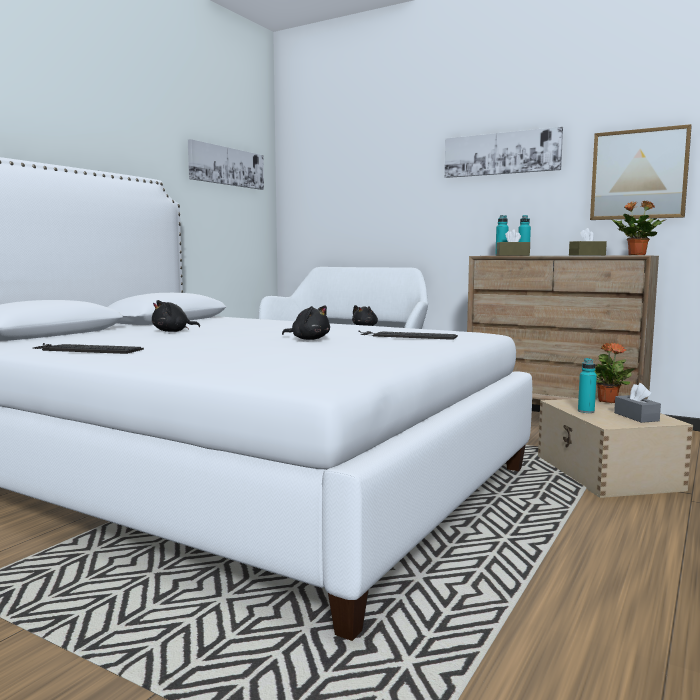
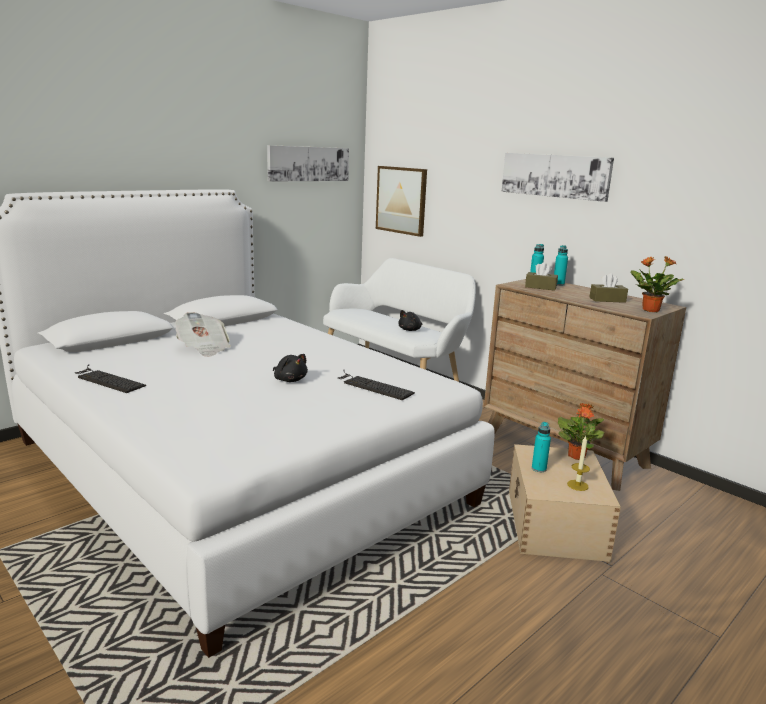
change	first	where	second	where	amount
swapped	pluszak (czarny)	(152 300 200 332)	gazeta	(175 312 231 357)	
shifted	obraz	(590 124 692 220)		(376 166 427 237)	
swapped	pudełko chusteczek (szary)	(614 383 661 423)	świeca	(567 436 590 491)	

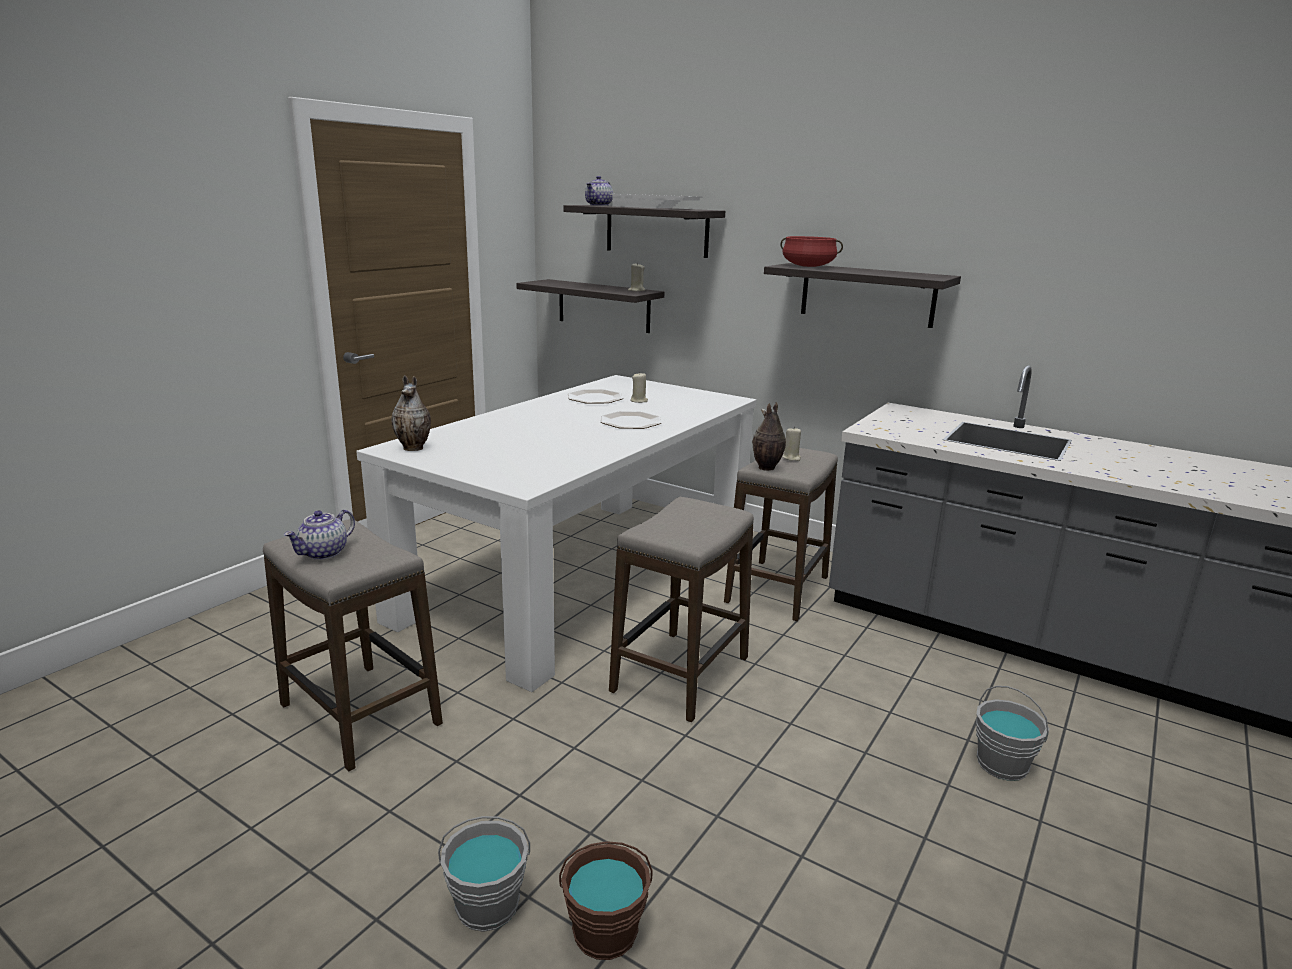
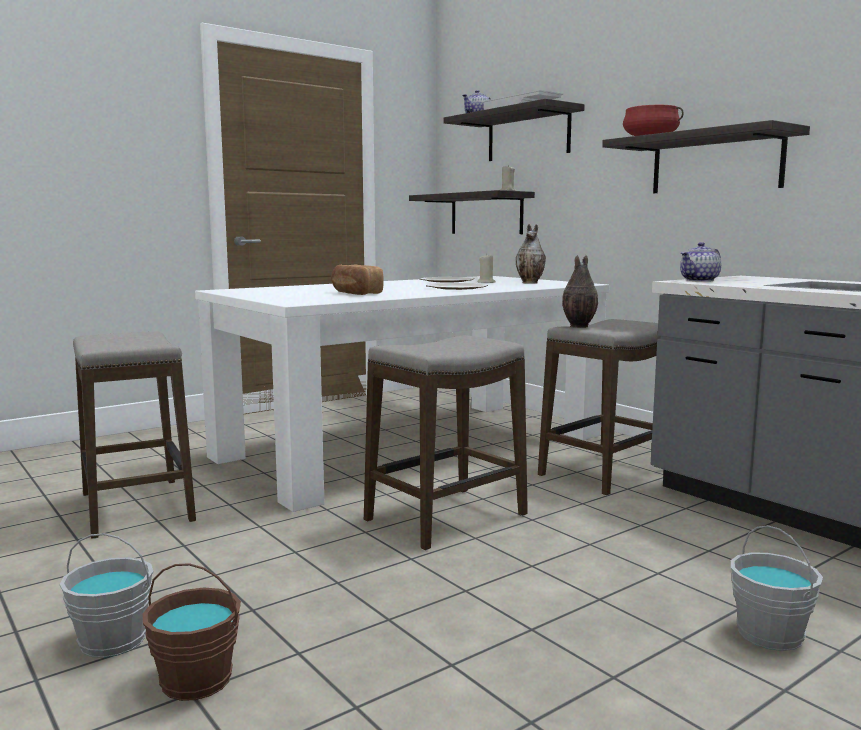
change	first	where	second	where	amount
new			chleb	(331 264 384 295)	
shifted	wazon	(391 375 431 451)		(516 224 546 284)	
shifted	imbryk	(284 509 355 560)		(680 242 721 282)	
gone	świeca (beżowy)	(782 427 801 461)			

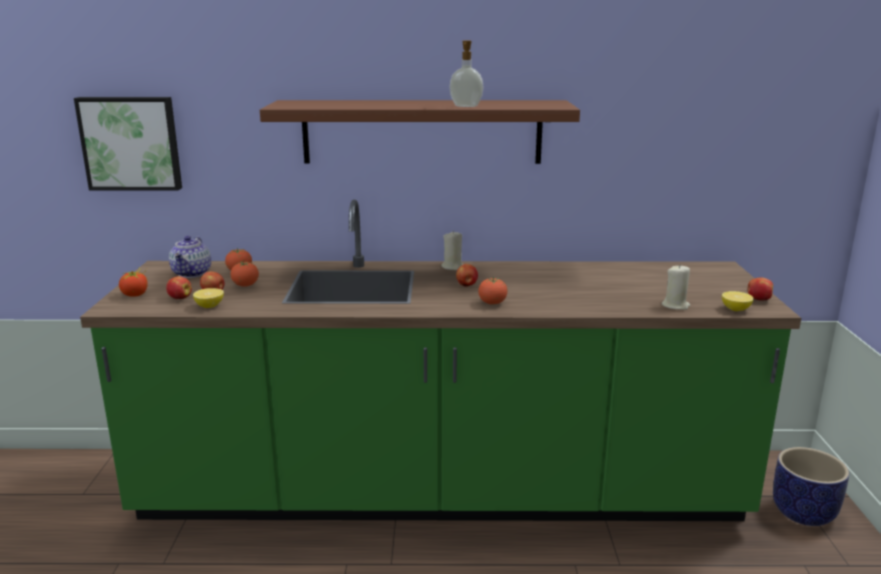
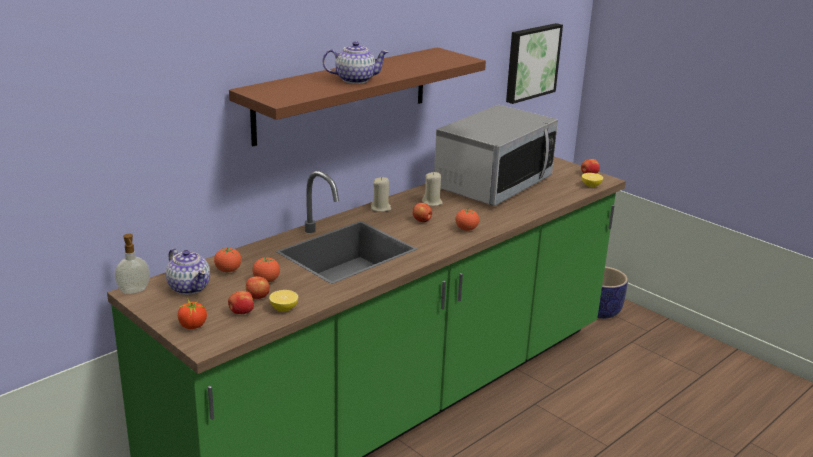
change	first	where	second	where	amount
shifted	dozownik mydła	(449 40 484 107)		(115 234 150 294)	
new			imbryk	(322 41 389 84)	
shifted	świeca (beżowy)	(662 264 690 310)		(422 172 443 206)	
new			mikrofalówka	(434 105 558 206)	
shifted	obraz	(74 97 182 190)		(506 23 563 104)	

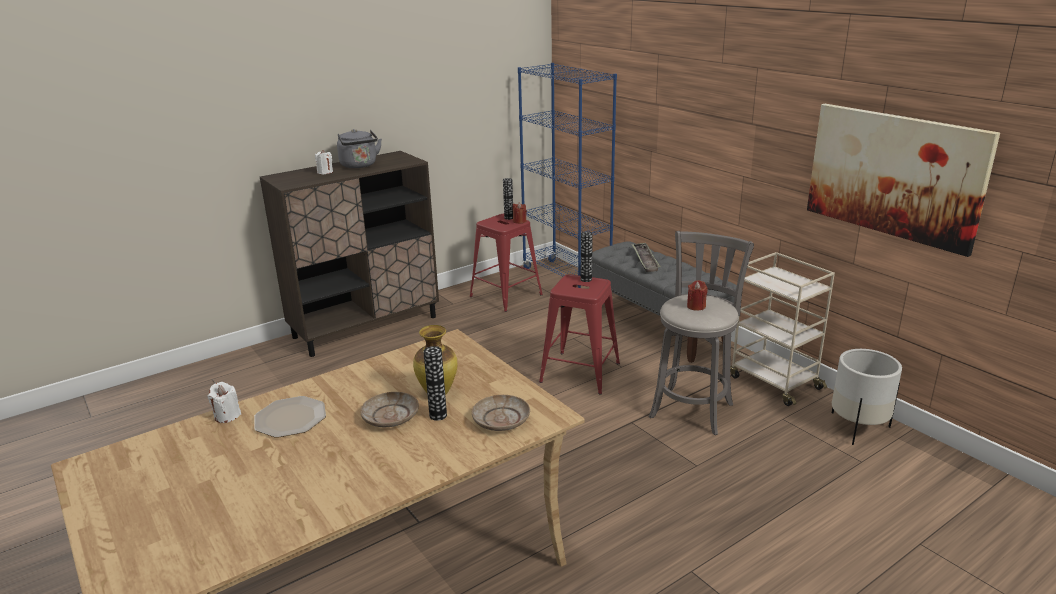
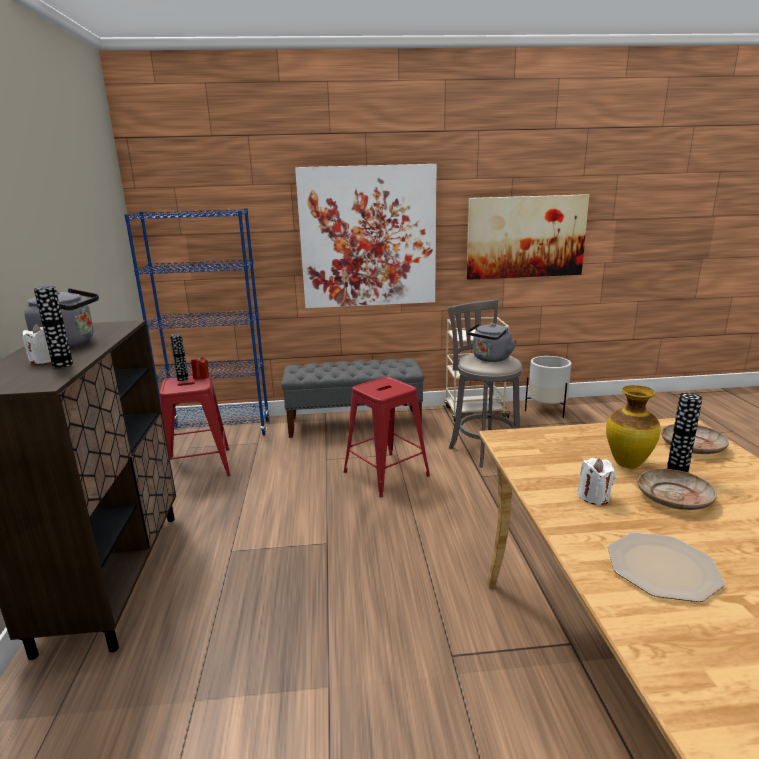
change	first	where	second	where	amount
shifted	wazon	(581 232 593 282)		(34 286 73 368)	
new			obraz	(295 164 437 308)	
swapped	świeca (czerwony)	(687 280 708 311)	czajnik (szary)	(467 323 517 362)	
shifted	świeca (biały)	(208 382 241 423)		(577 458 615 505)	
gone	taca	(631 243 661 272)			

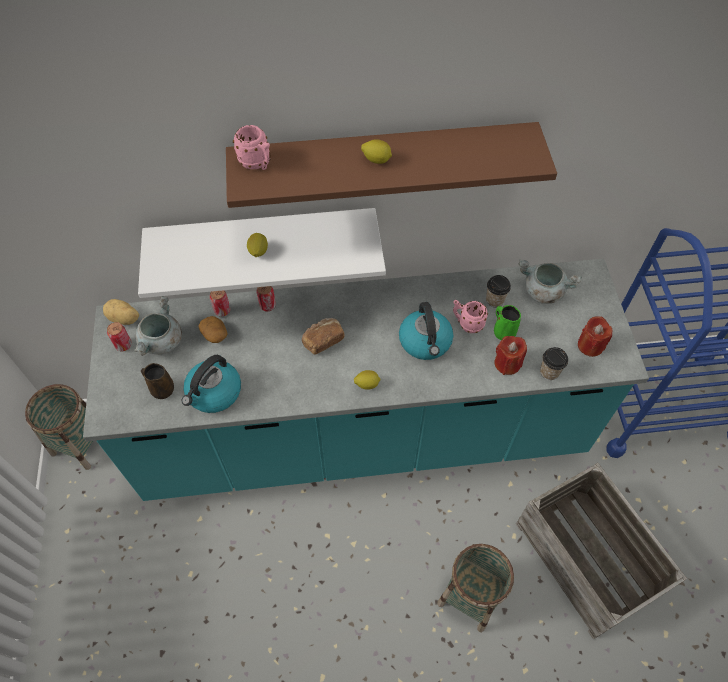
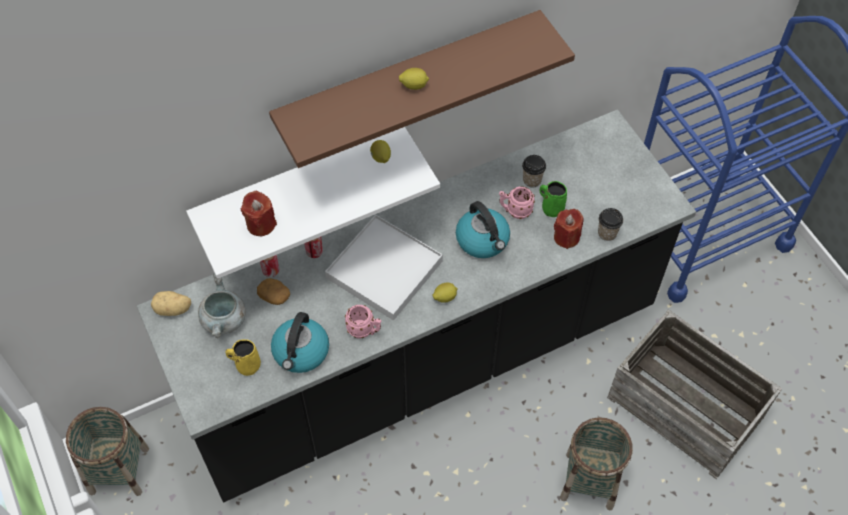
change	first	where	second	where	amount
repainted	zabudowa kuchenna (turkusowy)	(83 259 649 501)	zabudowa kuchenna (czarny)	(137 110 696 502)	
repainted	kubek (brązowy)	(141 363 174 399)	kubek (żółty)	(226 339 261 376)	
shifted	świeca (czerwony)	(578 316 612 357)		(241 190 277 236)	
swapped	chleb	(302 318 344 354)	taca (biały)	(325 215 443 321)	
shifted	kubek (różowy)	(233 125 271 170)		(345 305 381 338)	
shifted	cytryna	(247 233 268 257)		(370 140 391 163)	
gone	puszka	(107 322 132 351)			
gone	garnek (szary)	(518 259 582 304)			

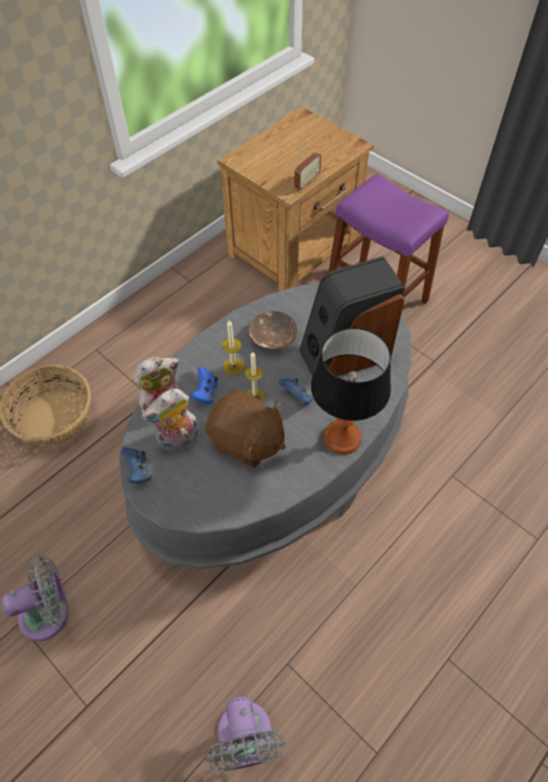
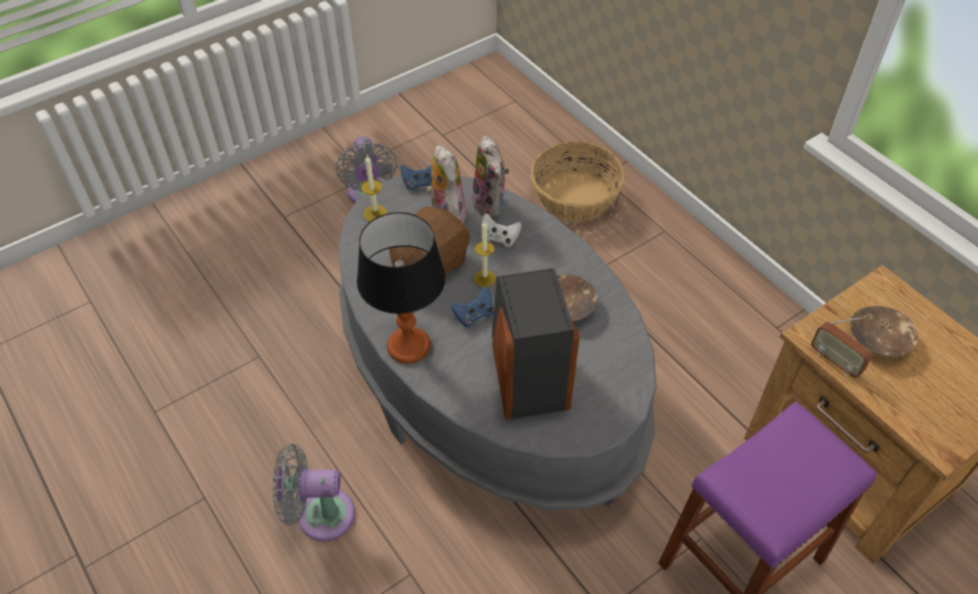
change	first	where	second	where	amount
shifted	wentylator (szary)	(205 696 286 772)		(273 444 355 541)	
shifted	świeca	(222 320 245 375)		(361 155 387 222)	
repainted	pad do gier (niebieski)	(190 367 218 404)	pad do gier (biały)	(481 213 522 247)	
new			miska (brązowy)	(851 306 918 357)	

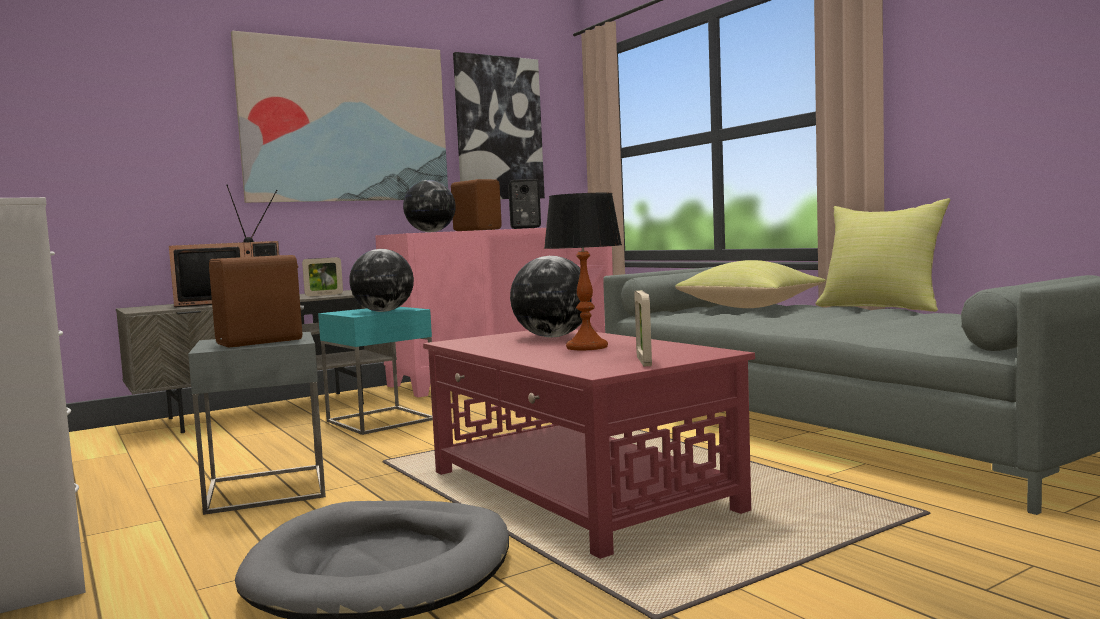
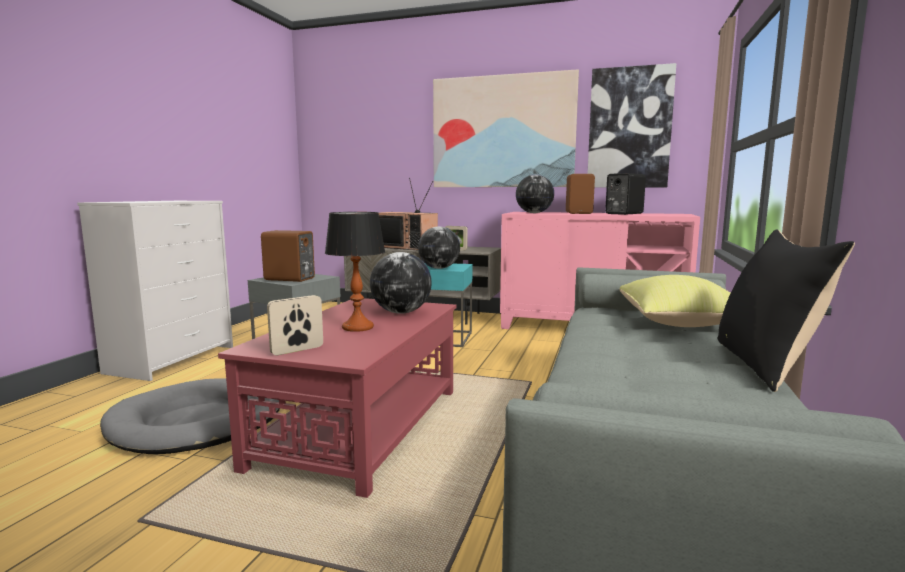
change	first	where	second	where	amount
repainted	poduszka (żółty)	(816 198 950 312)	poduszka (czarny)	(718 229 855 392)	

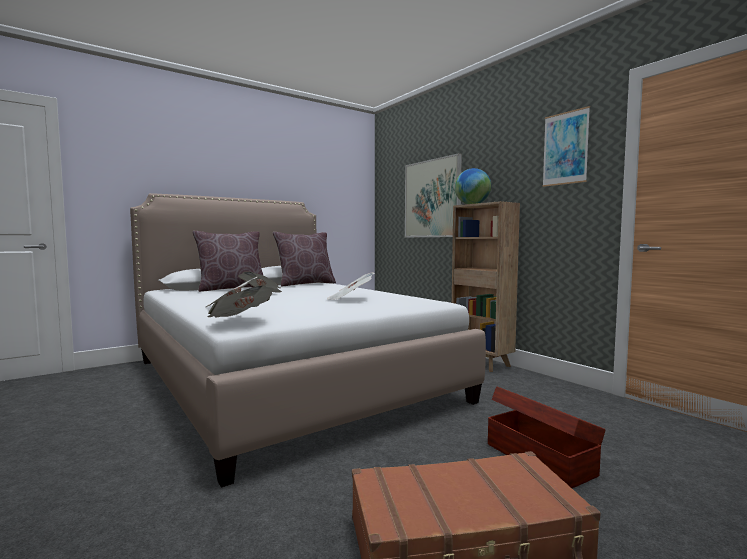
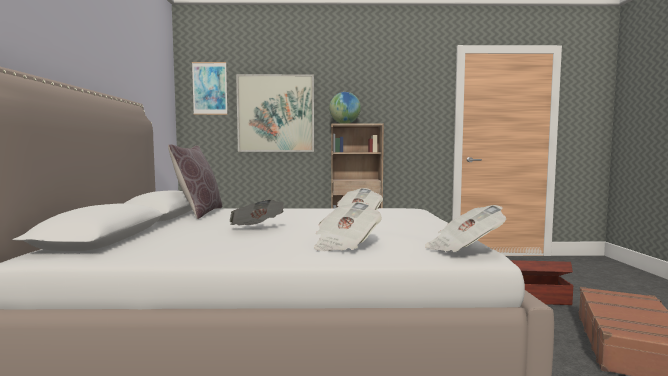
change	first	where	second	where	amount
shifted	obraz	(542 106 590 187)		(192 62 228 115)	
gone	poduszka (brązowy)	(192 231 263 292)			

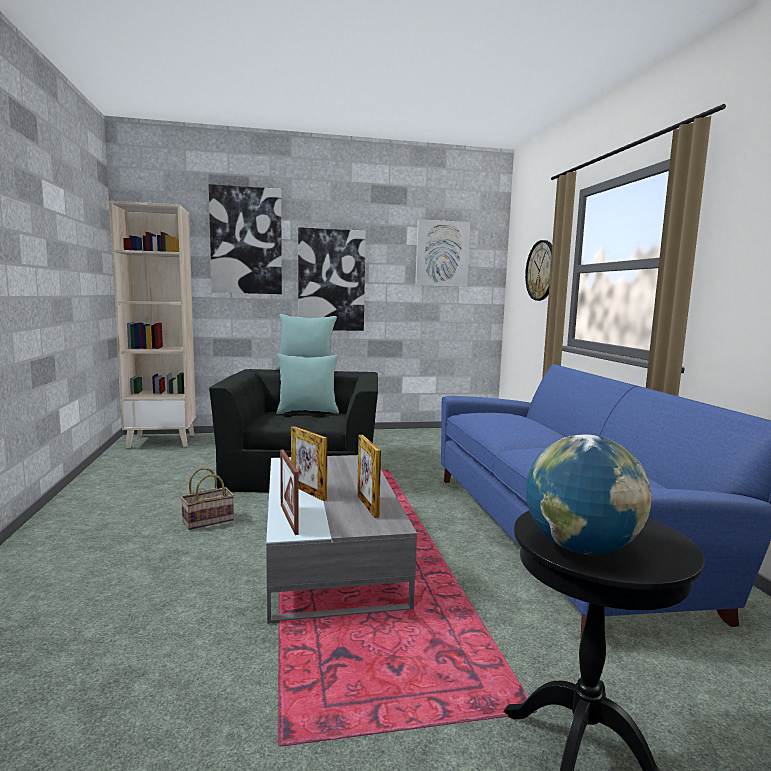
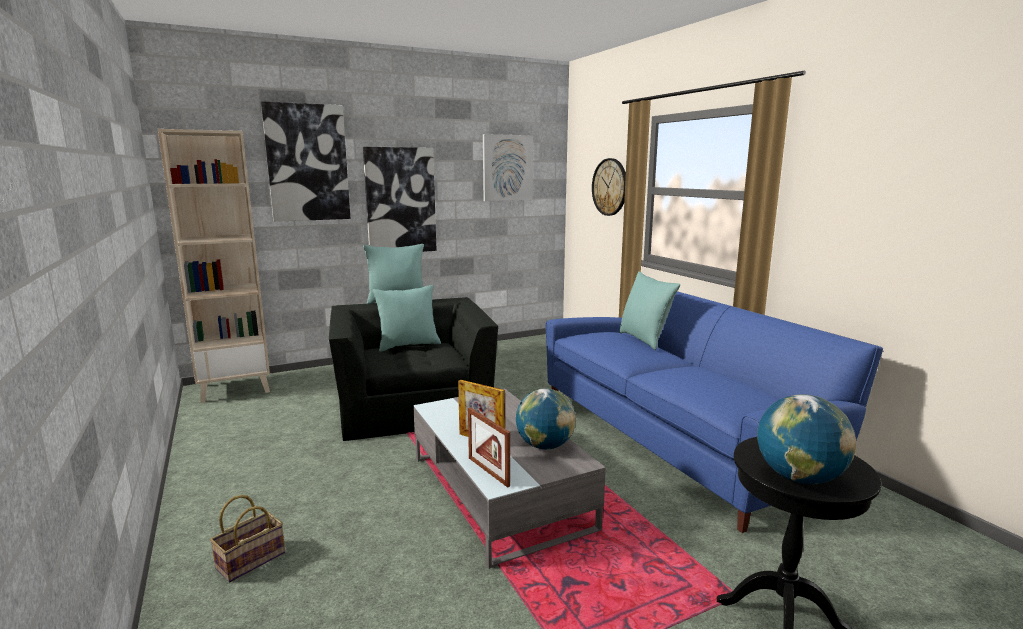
change	first	where	second	where	amount
shifted	koszyk	(180 468 234 530)		(210 495 285 582)	
swapped	ramka na zdjęcie	(357 435 381 518)	globus	(516 388 576 449)	
new			poduszka (turkusowy)	(619 271 680 350)	

